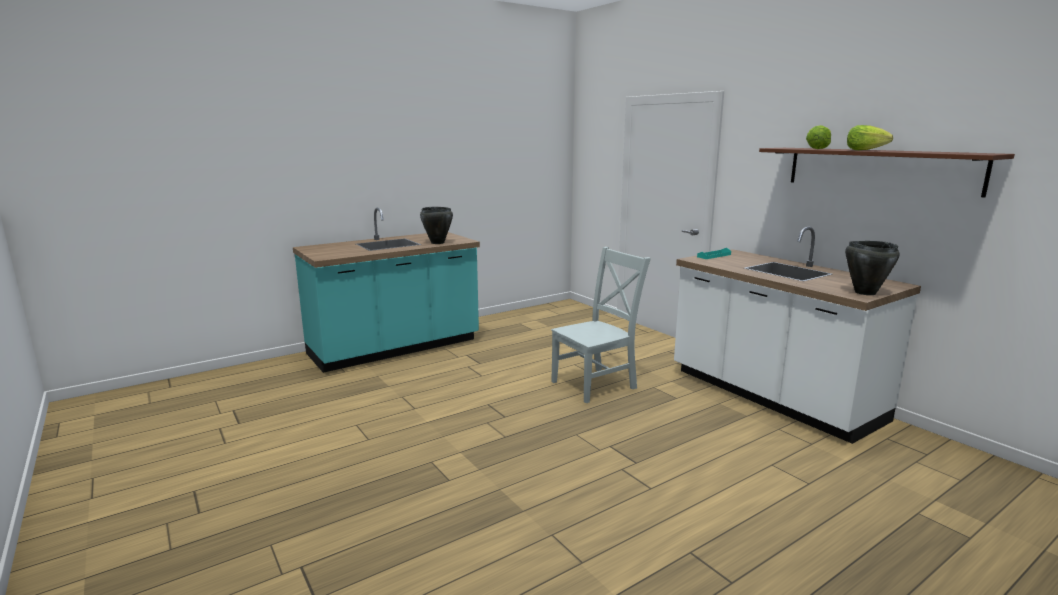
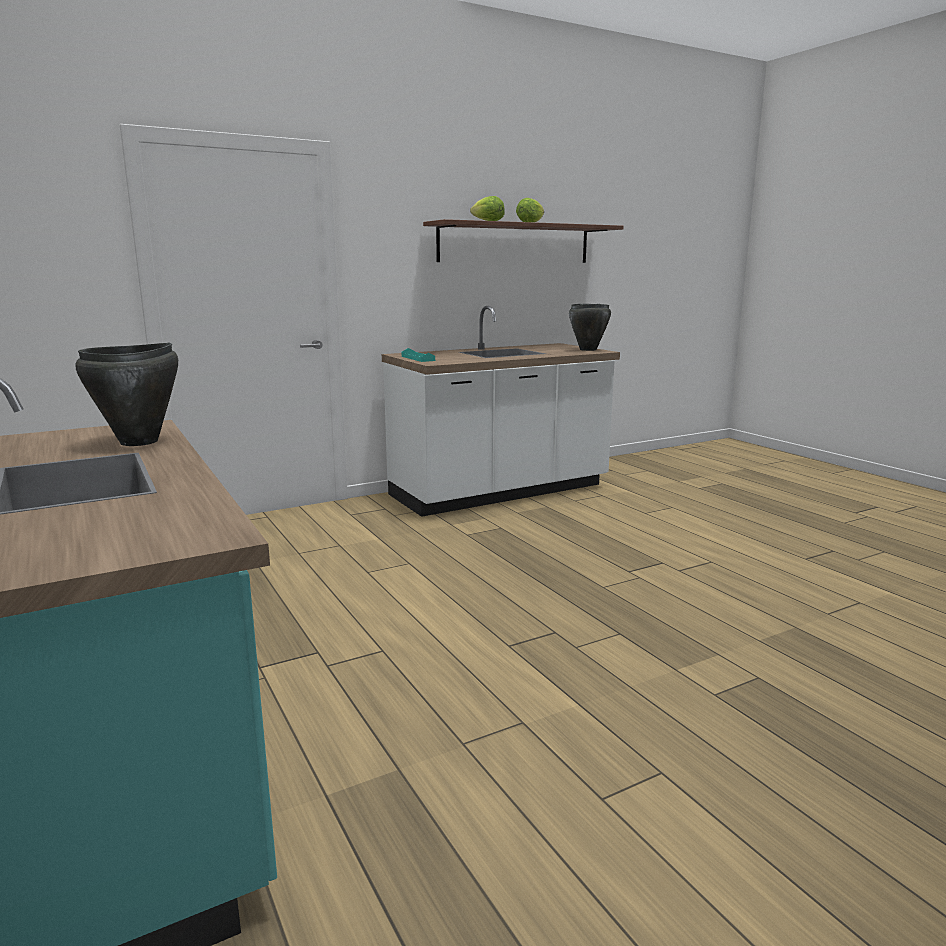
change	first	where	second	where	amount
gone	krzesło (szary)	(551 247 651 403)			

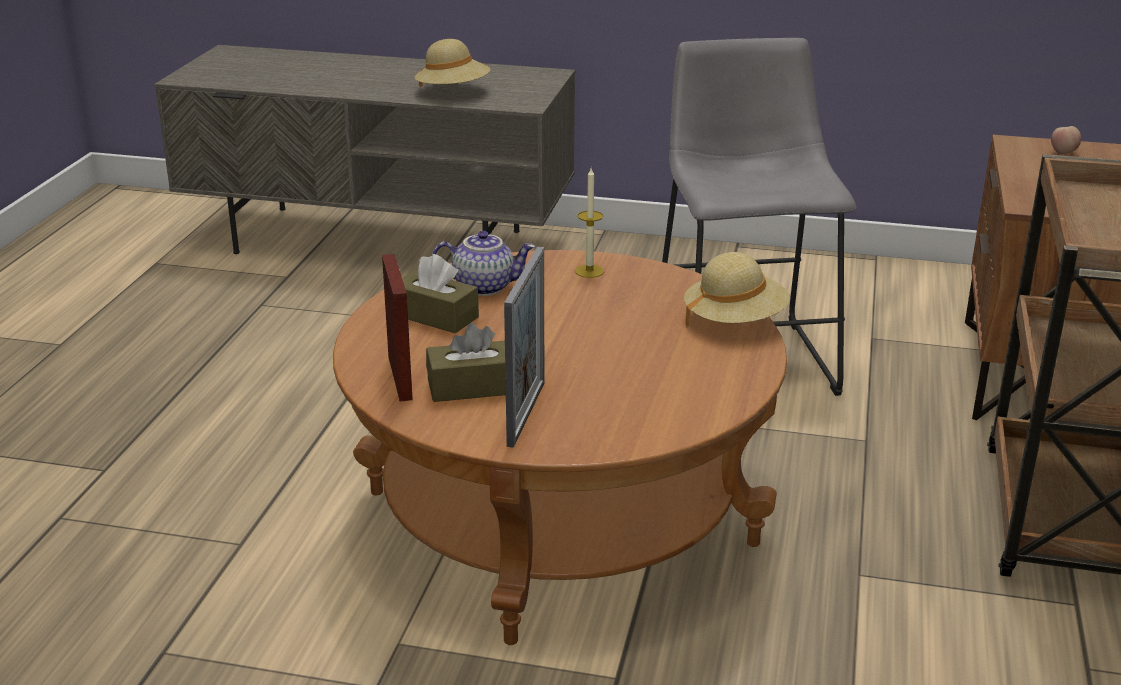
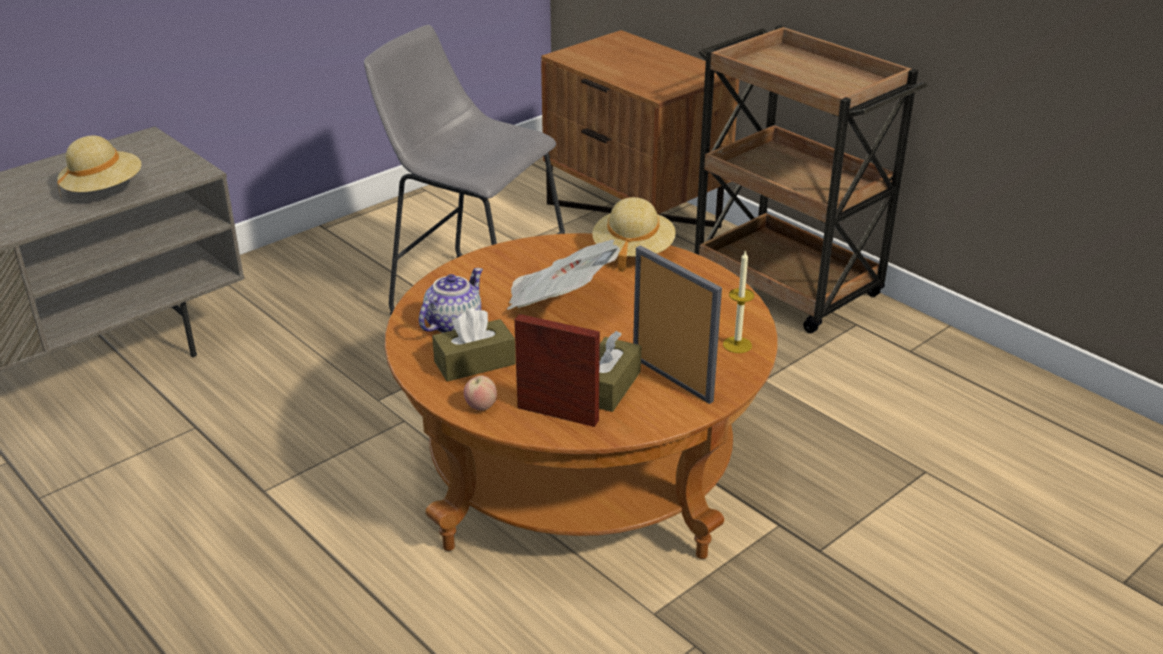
change	first	where	second	where	amount
shifted	jabłko	(1051 126 1081 154)		(464 375 497 411)	
new			gazeta	(507 239 620 310)	
shifted	świeca	(575 168 604 278)		(723 250 754 353)	

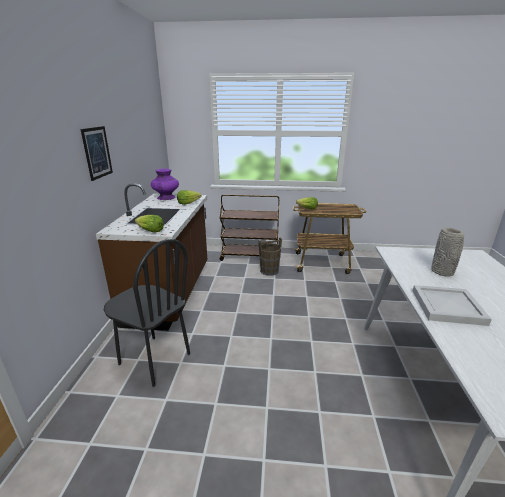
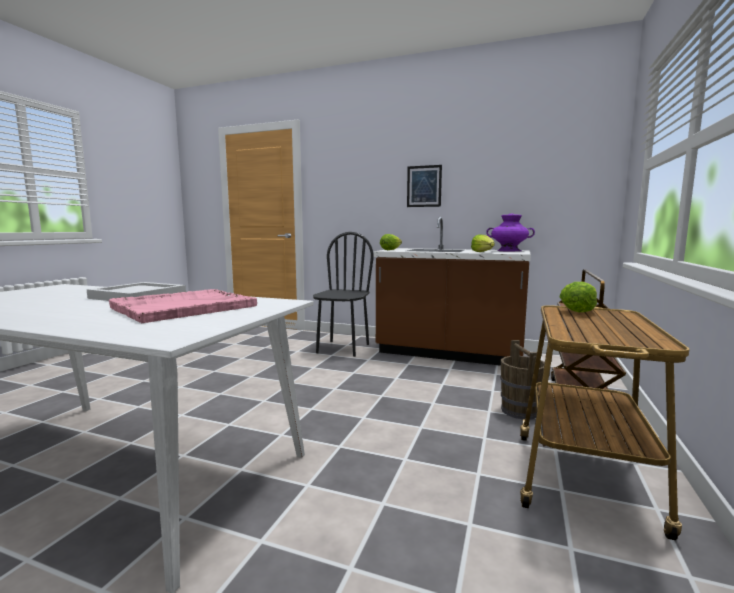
change	first	where	second	where	amount
swapped	wazon (szary)	(431 228 465 277)	taca (różowy)	(109 289 257 323)	
rotated	krzesło (czarny)	(104 239 190 387)		(313 232 374 357)	150 degrees clockwise

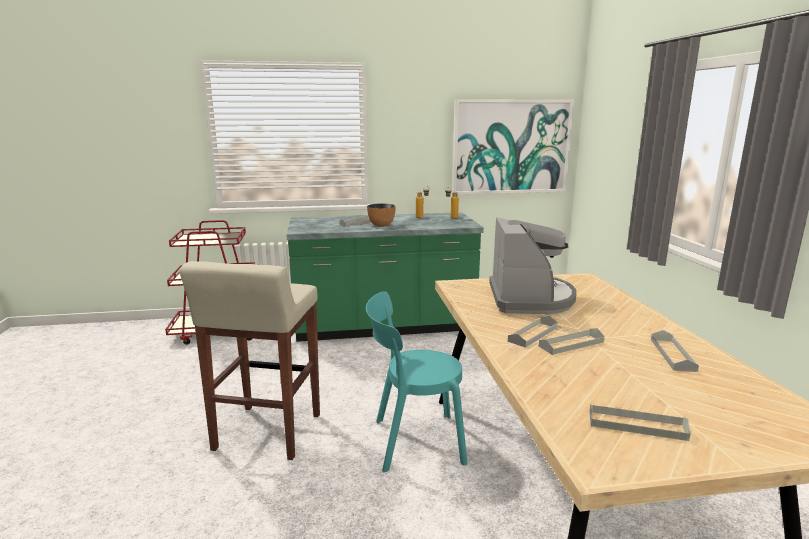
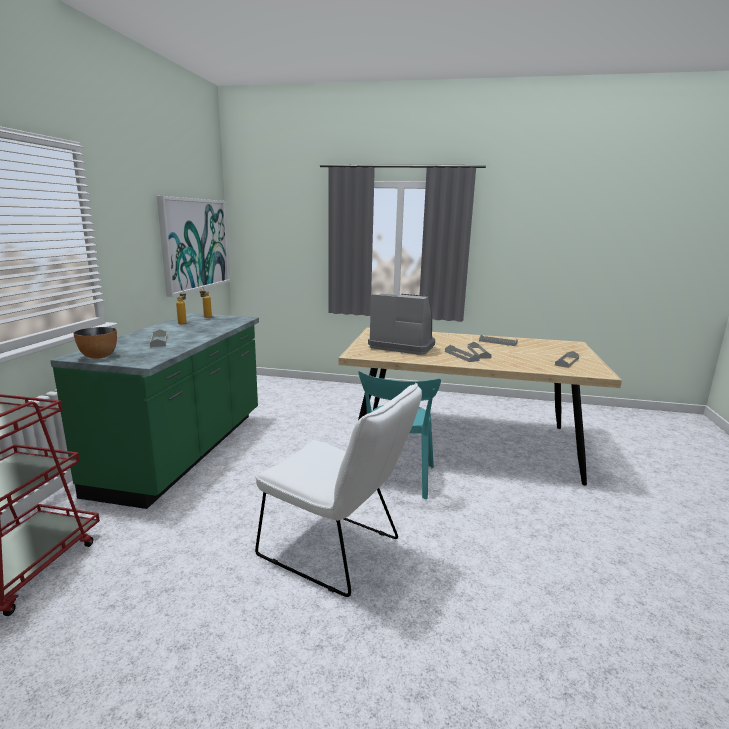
change	first	where	second	where	amount
shifted	miska	(367 204 396 227)		(73 327 117 359)	
swapped	stołek (beżowy)	(179 261 320 460)	krzesło (biały)	(255 383 422 597)	

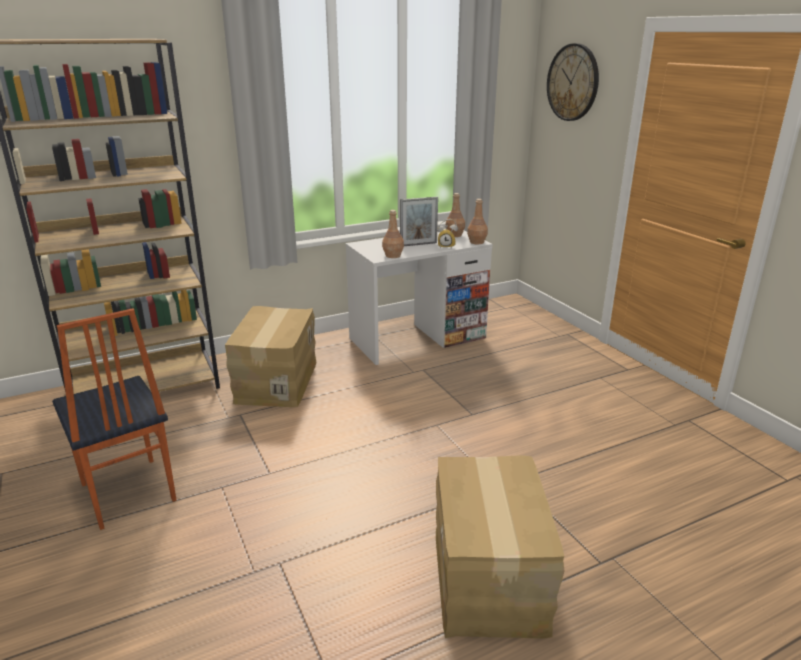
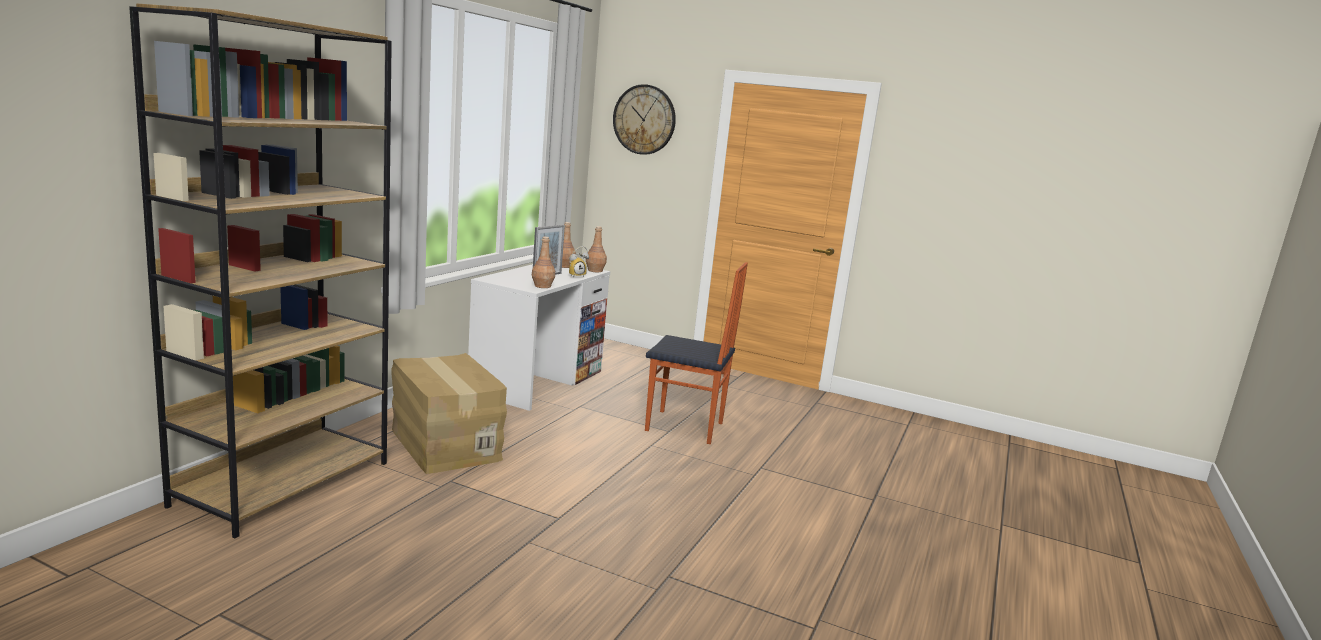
change	first	where	second	where	amount
shifted	krzesło	(52 308 177 530)		(645 262 748 444)	
gone	karton	(436 455 565 639)			

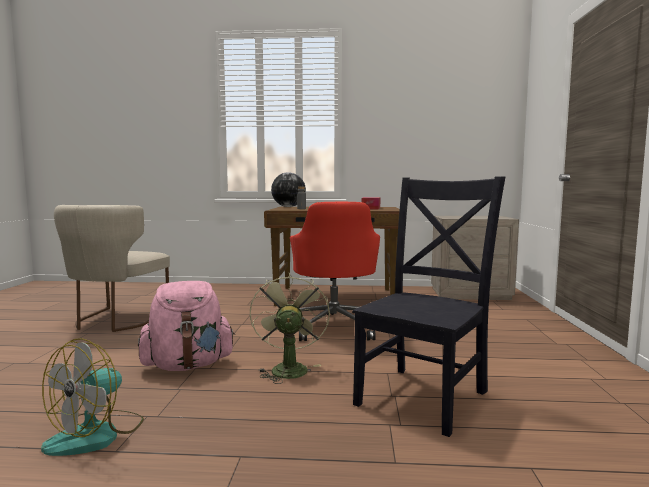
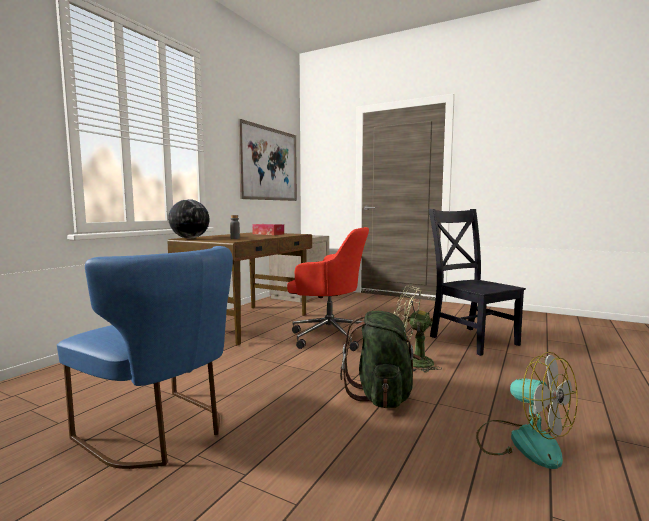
change	first	where	second	where	amount
repainted	krzesło (beżowy)	(54 205 170 332)	krzesło (niebieski)	(57 246 233 469)	
new			obraz	(238 119 297 201)	
repainted	plecak (różowy)	(138 281 235 371)	plecak (zielony)	(340 311 421 408)	

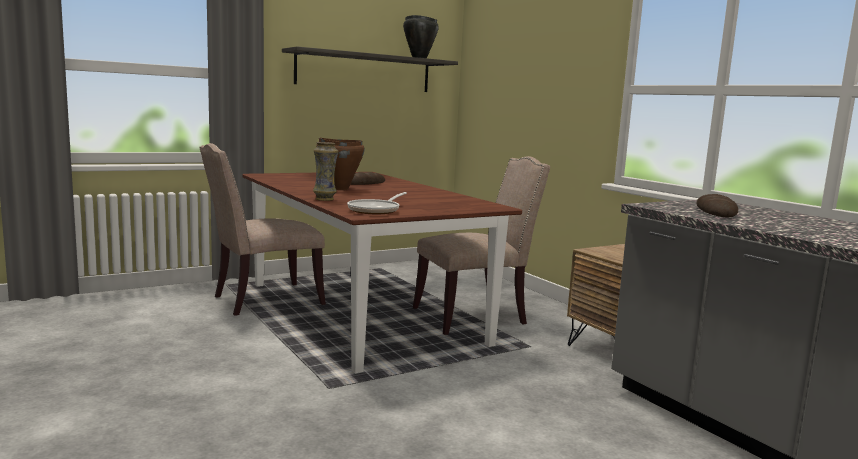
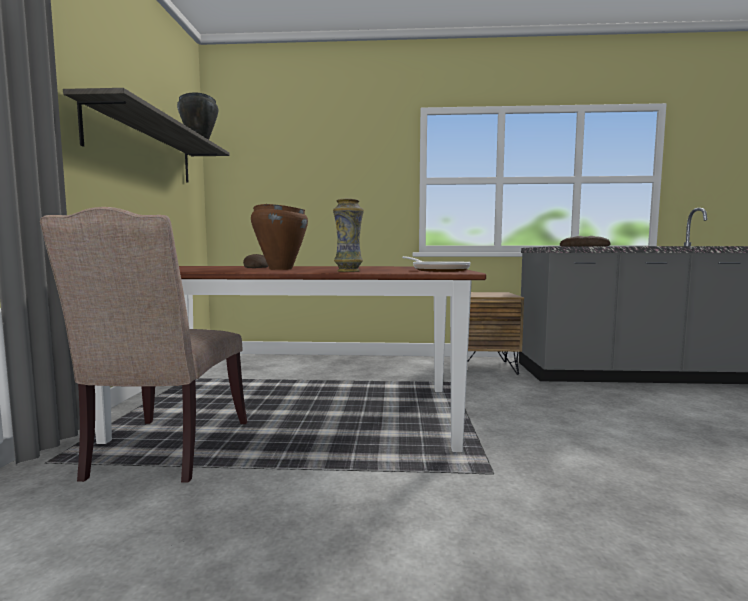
change	first	where	second	where	amount
gone	krzesło (beżowy)	(413 156 550 335)			

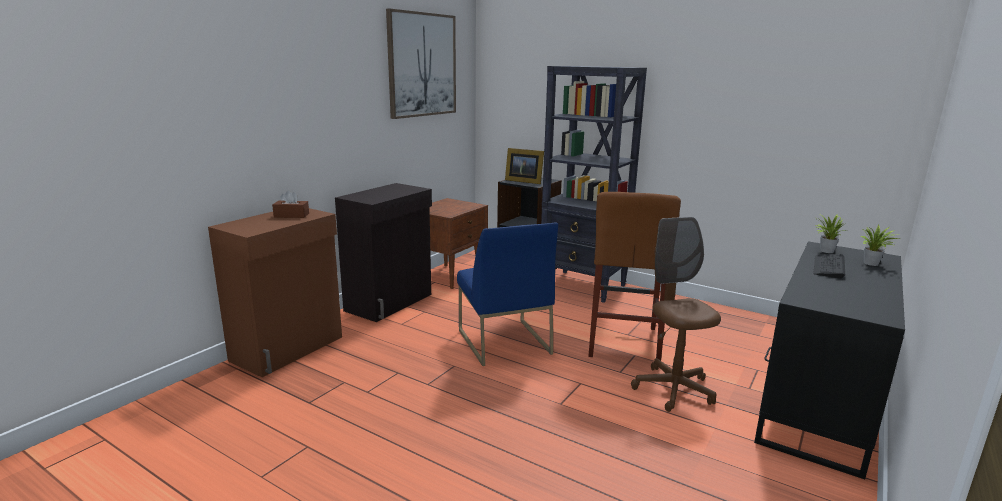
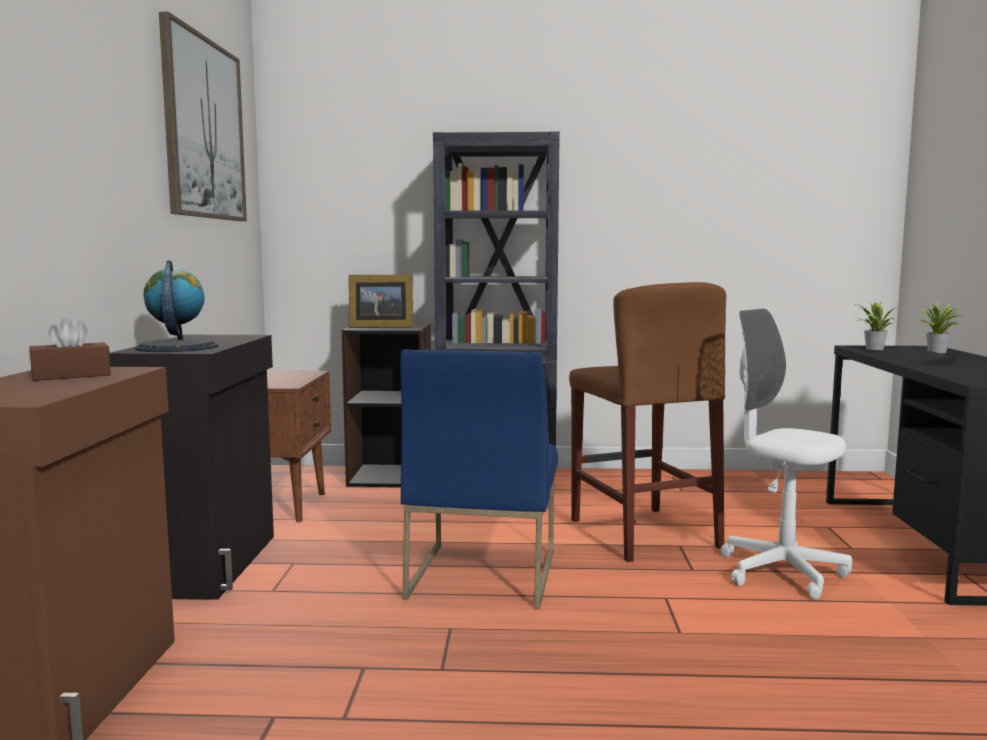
change	first	where	second	where	amount
new			globus	(135 261 218 352)	
rotated	krzesło (niebieski)	(457 223 558 366)		(400 349 558 609)	60 degrees clockwise
repainted	krzesło biurowe (brązowy)	(631 217 721 412)	krzesło biurowe (biały)	(721 309 852 600)	

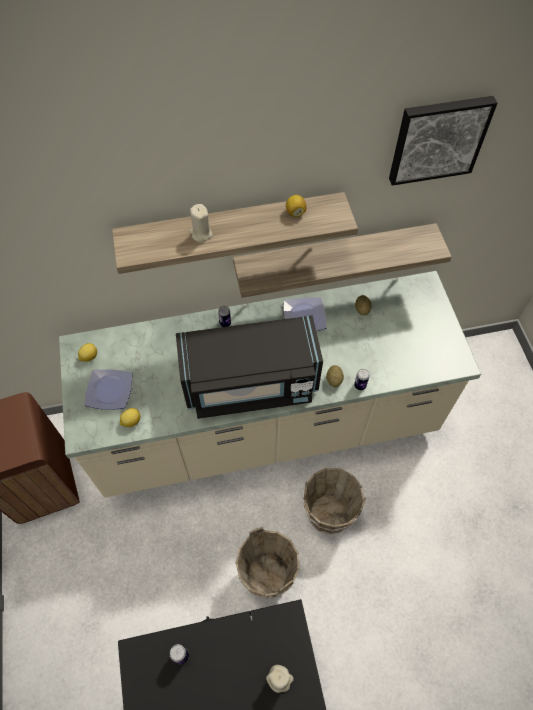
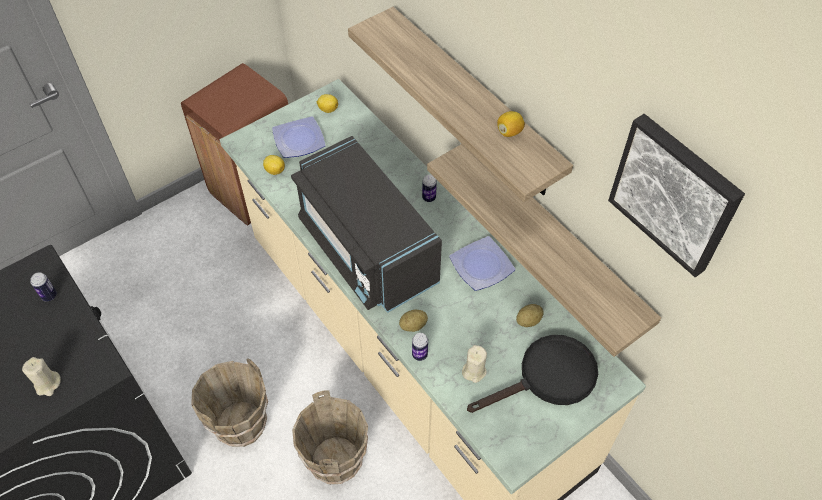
change	first	where	second	where	amount
shifted	świeca (beżowy)	(190 204 213 242)		(462 345 487 383)	
new			patelnia (czarny)	(467 335 598 413)	

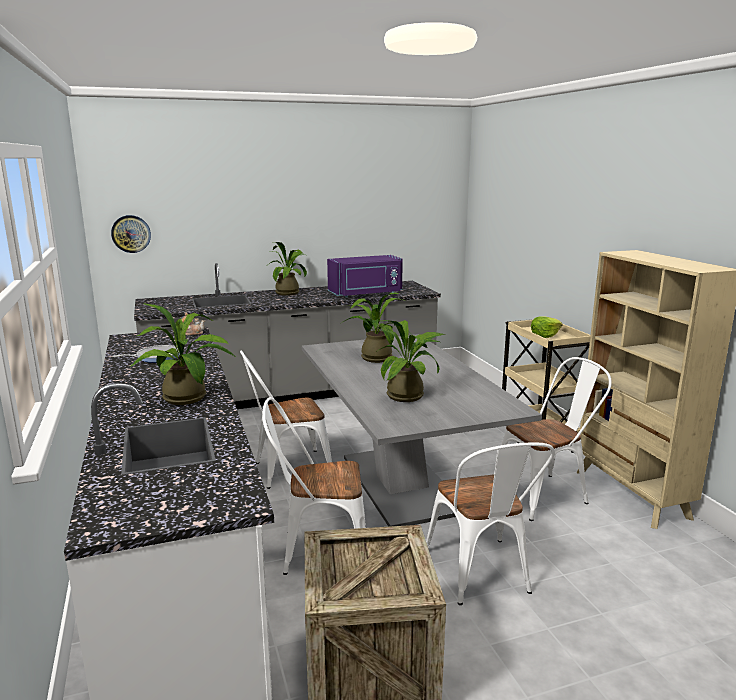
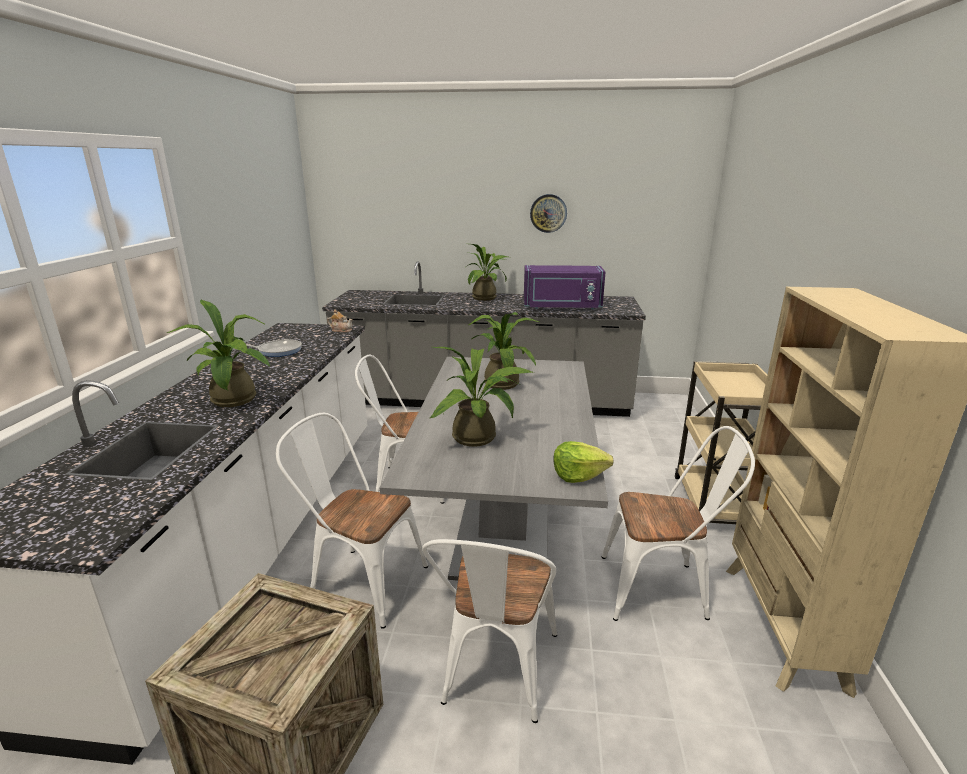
change	first	where	second	where	amount
shifted	zegar ścienny	(111 215 151 253)		(530 194 567 233)	
shifted	sałata	(531 316 562 338)		(553 441 614 483)	

